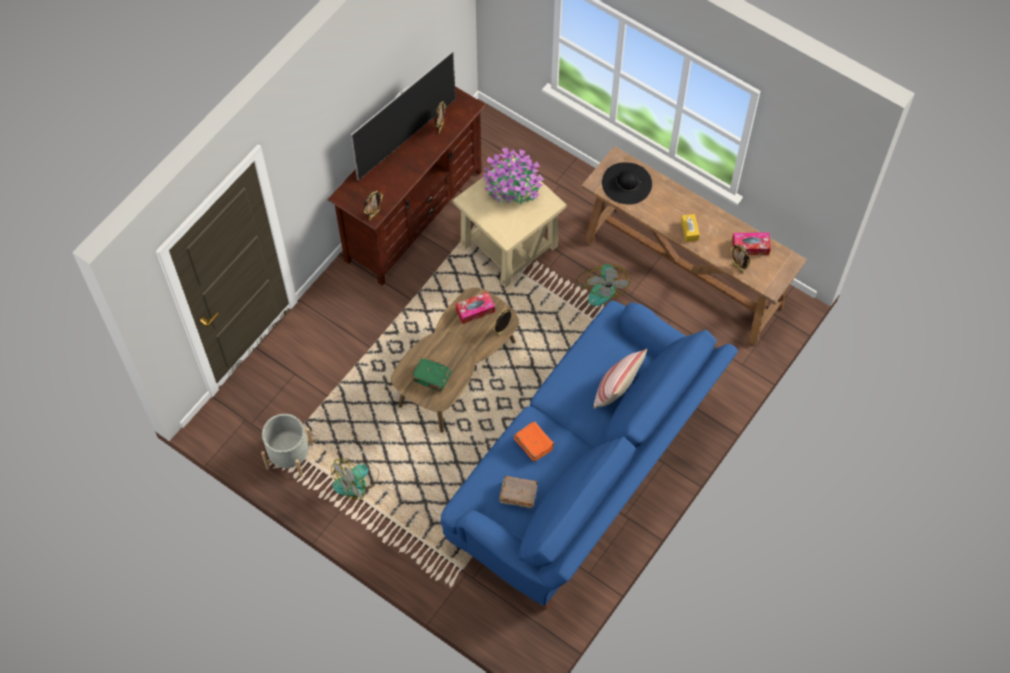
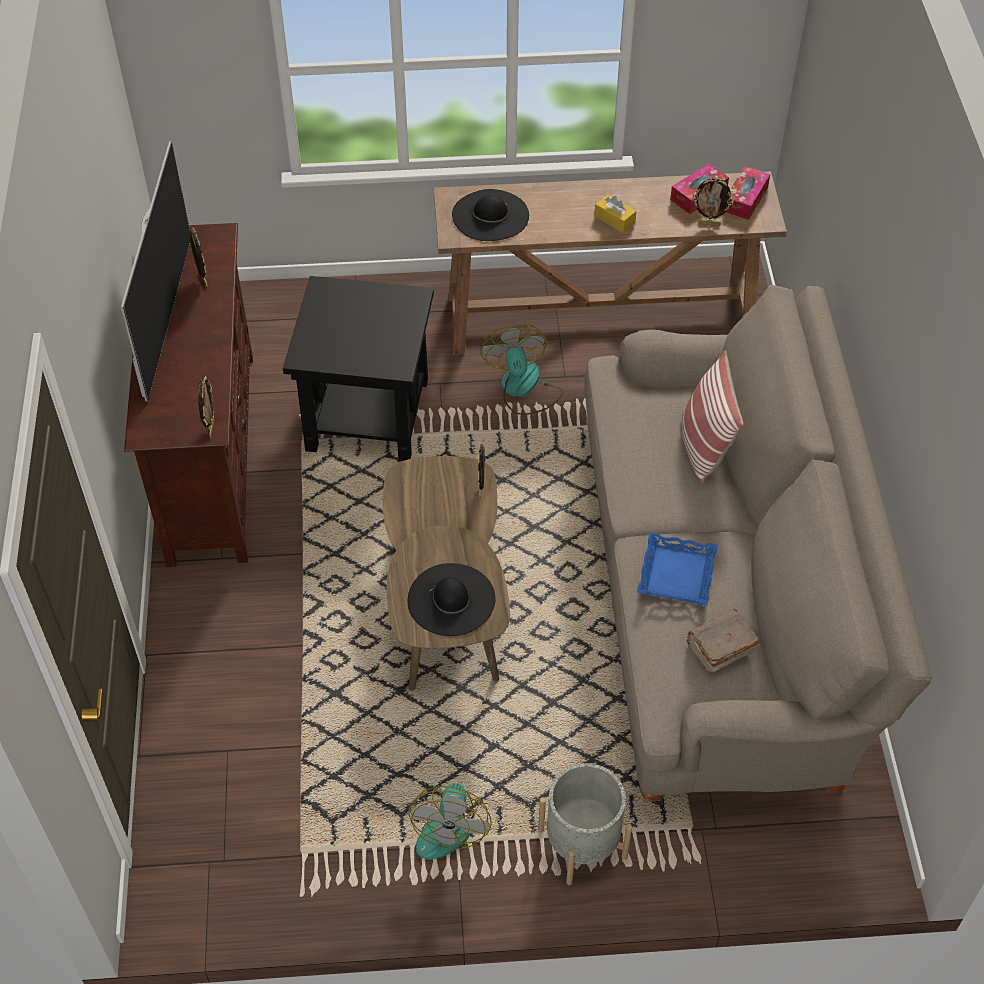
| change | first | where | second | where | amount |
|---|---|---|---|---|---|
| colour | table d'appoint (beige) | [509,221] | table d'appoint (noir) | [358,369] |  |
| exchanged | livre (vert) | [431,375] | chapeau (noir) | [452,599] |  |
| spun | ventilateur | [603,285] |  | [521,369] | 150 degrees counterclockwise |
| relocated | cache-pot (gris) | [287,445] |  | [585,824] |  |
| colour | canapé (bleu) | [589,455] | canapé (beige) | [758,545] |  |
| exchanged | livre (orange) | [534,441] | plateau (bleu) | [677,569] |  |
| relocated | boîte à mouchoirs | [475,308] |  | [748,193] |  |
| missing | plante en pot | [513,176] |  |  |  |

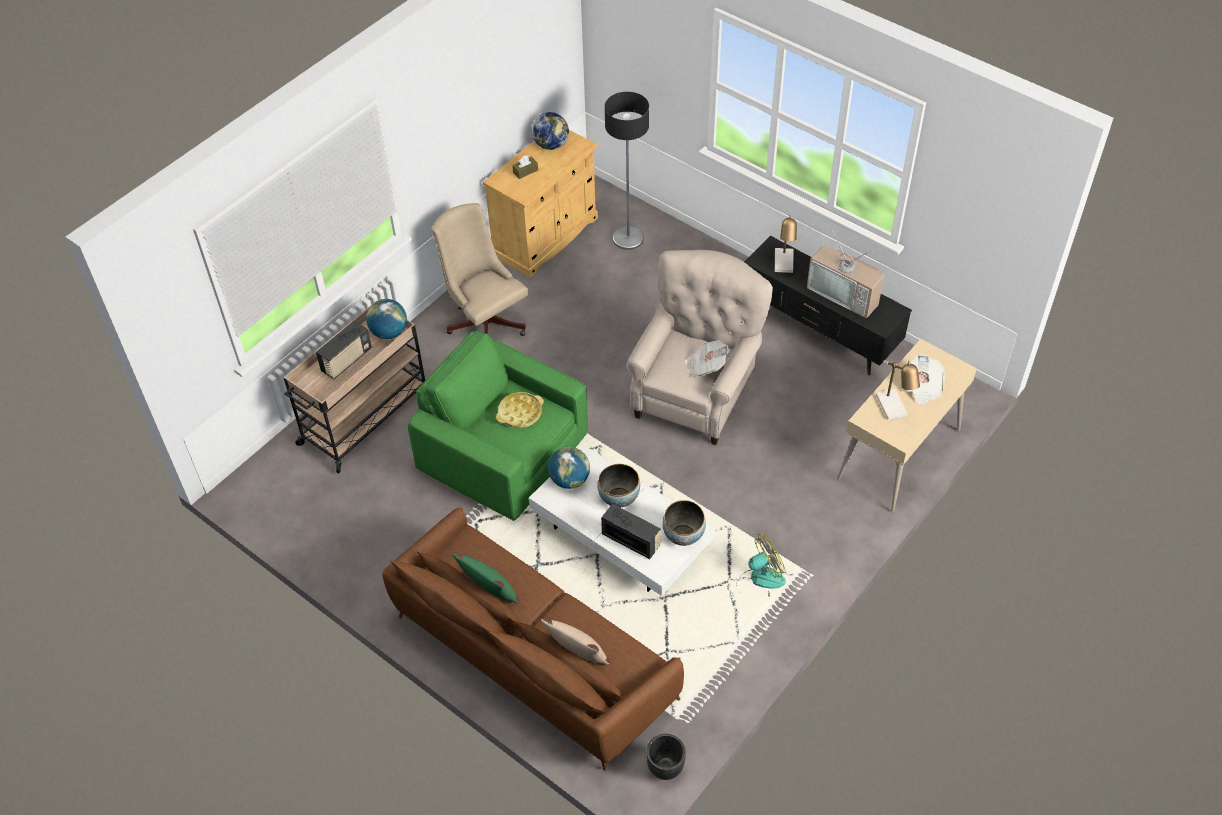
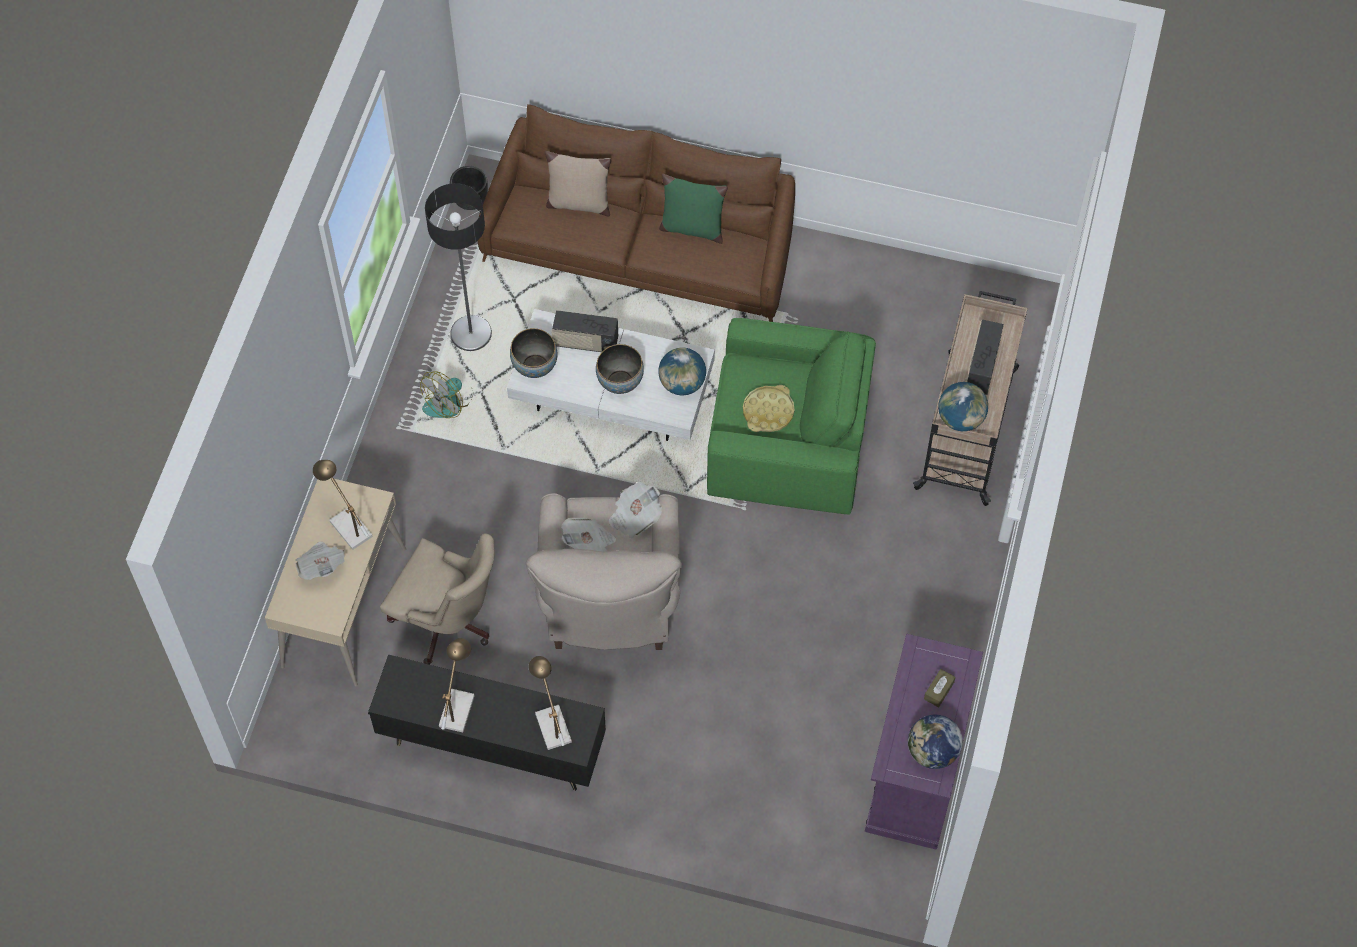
| change | first | where | second | where | amount |
|---|---|---|---|---|---|
| relocated | chaise de bureau (beige) | [479,269] |  | [437,599] |  |
| relocated | lampadaire | [627,171] |  | [458,267] |  |
| exchanged | téléviseur | [845,274] | lampe de table | [457,685] |  |
| appeared |  |  | journal | [635,510] |  |
| colour | meuble de rangement (beige) | [540,203] | meuble de rangement (violet) | [924,742] |  |

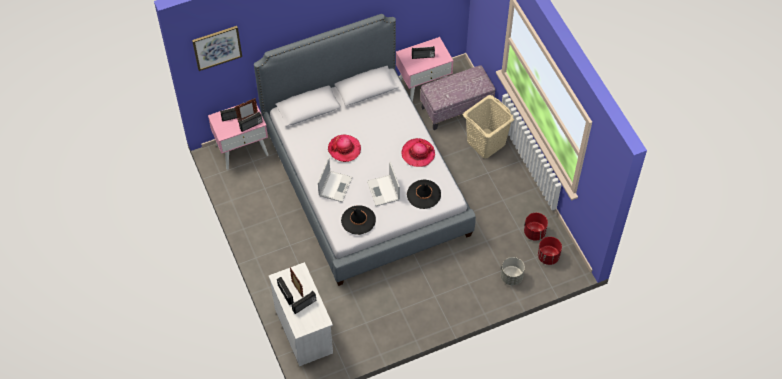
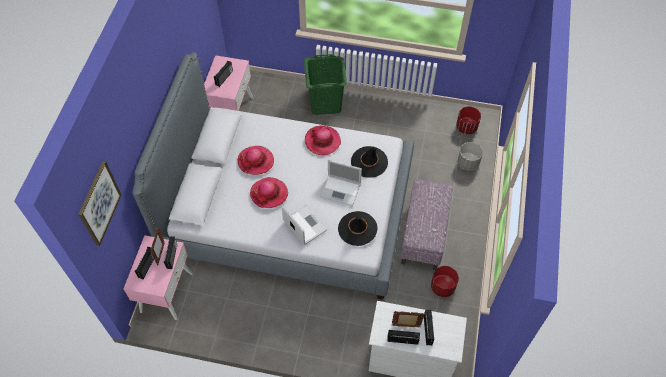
| change | first | where | second | where | amount |
|---|---|---|---|---|---|
| appeared |  |  | chapeau | [255,160] |  |
| colour | panier à linge (beige) | [488,127] | panier à linge (vert) | [325,84] |  |
| relocated | pouf | [457,97] |  | [427,224] |  |
| relocated | cache-pot (rouge) | [536,227] |  | [445,281] |  |

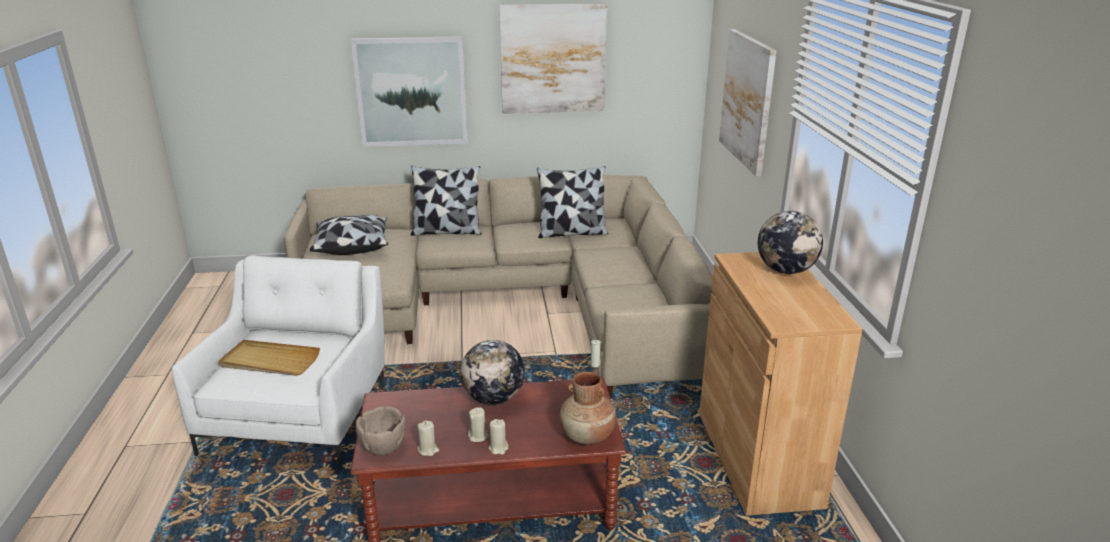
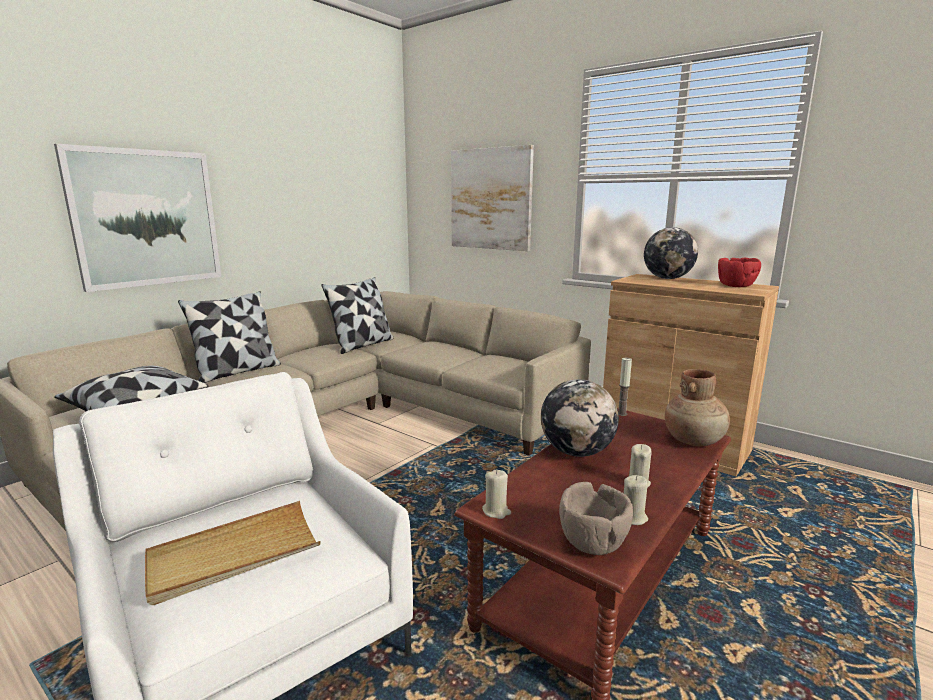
| change | first | where | second | where | amount |
|---|---|---|---|---|---|
| relocated | bougie (beige) | [499,437] |  | [496,494] |  |
| appeared |  |  | bol (rouge) | [739,272] |  |
| missing | tableau | [553,58] |  |  |  |

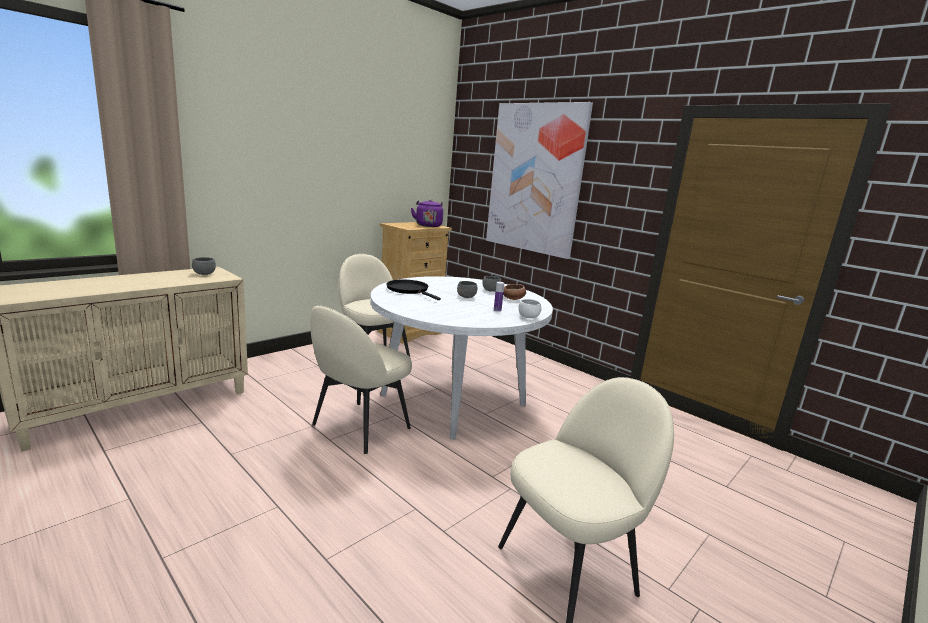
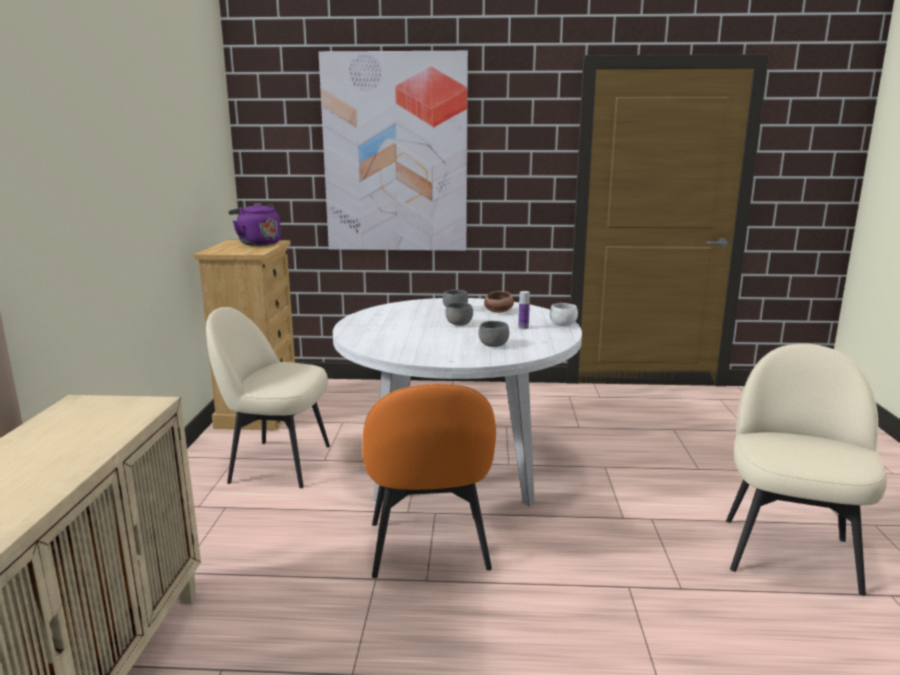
| change | first | where | second | where | amount |
|---|---|---|---|---|---|
| colour | chaise (beige) | [361,379] | chaise (orange) | [429,481] |  |
| relocated | bol (gris) | [204,266] |  | [493,334] |  |
| missing | poêle (noir) | [413,290] |  |  |  |

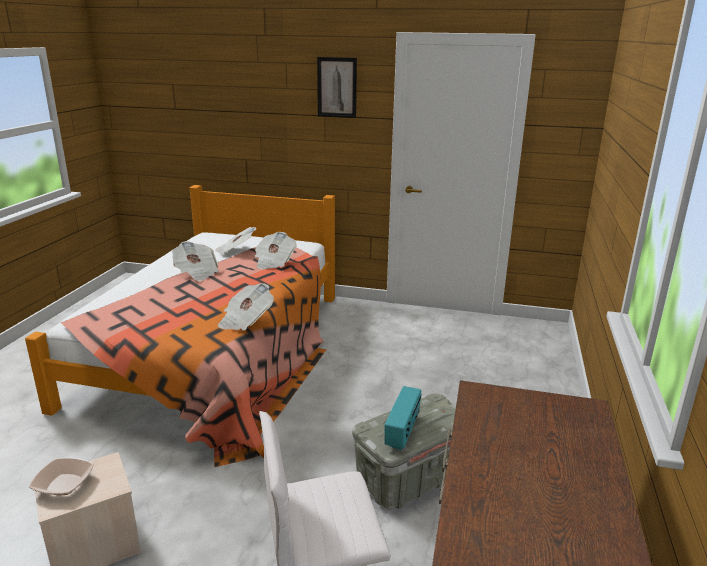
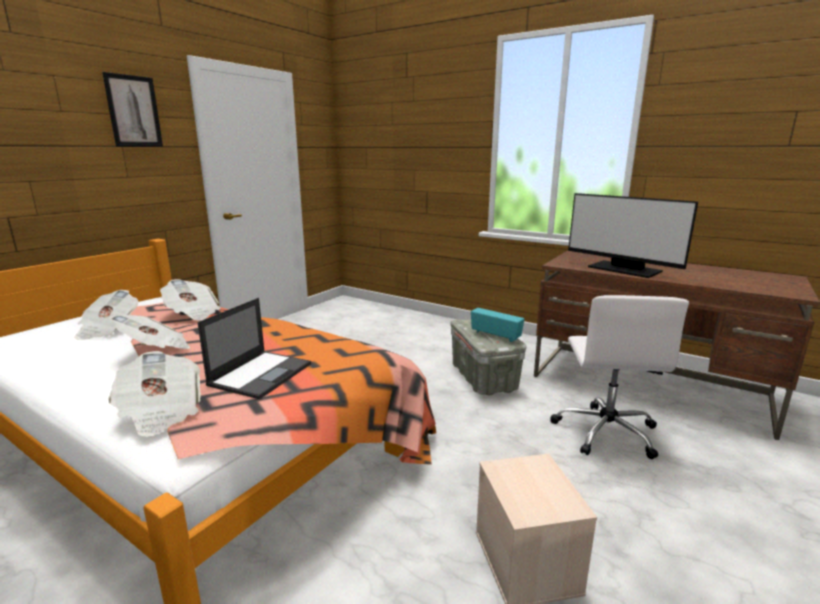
| change | first | where | second | where | amount |
|---|---|---|---|---|---|
| relocated | journal | [246,307] |  | [154,394] |  |
| appeared |  |  | ordinateur portable | [254,348] |  |
| appeared |  |  | écran d'ordinateur | [633,235] |  |
| missing | bol | [61,476] |  |  |  |

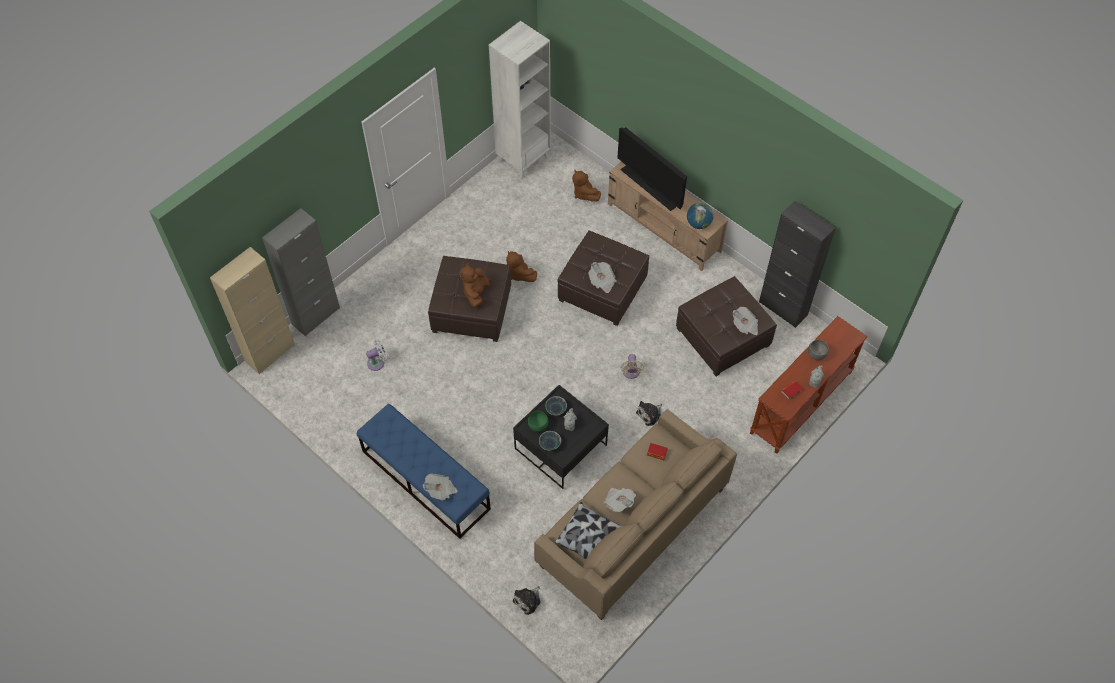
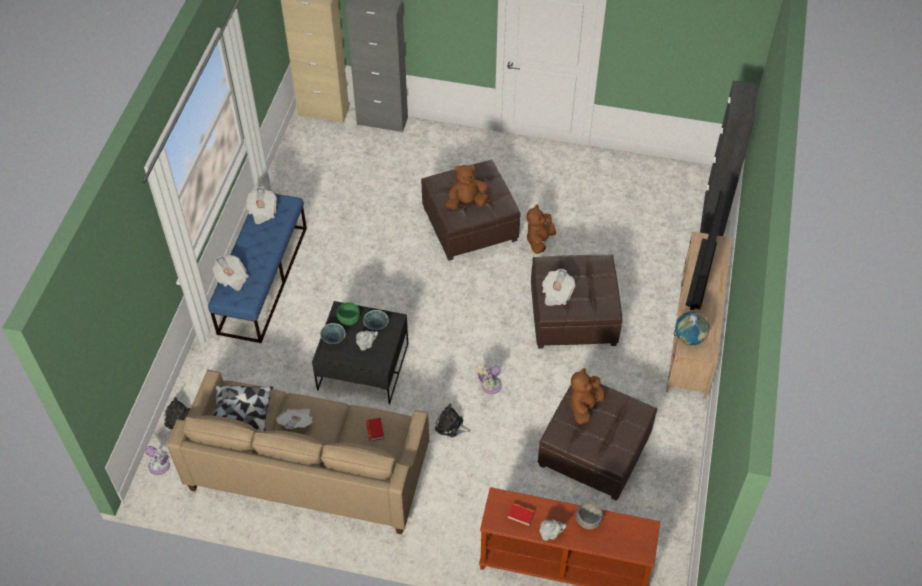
| change | first | where | second | where | amount |
|---|---|---|---|---|---|
| relocated | ventilateur (blanc) | [376,355] |  | [158,459] |  |
| relocated | journal | [745,321] |  | [261,205] |  |
| relocated | peluche (marron) | [586,186] |  | [587,396] |  |
| relocated | meuble de rangement (noir) | [797,264] |  | [729,158] |  |
| missing | bibliothèque (blanc) | [520,100] |  |  |  |

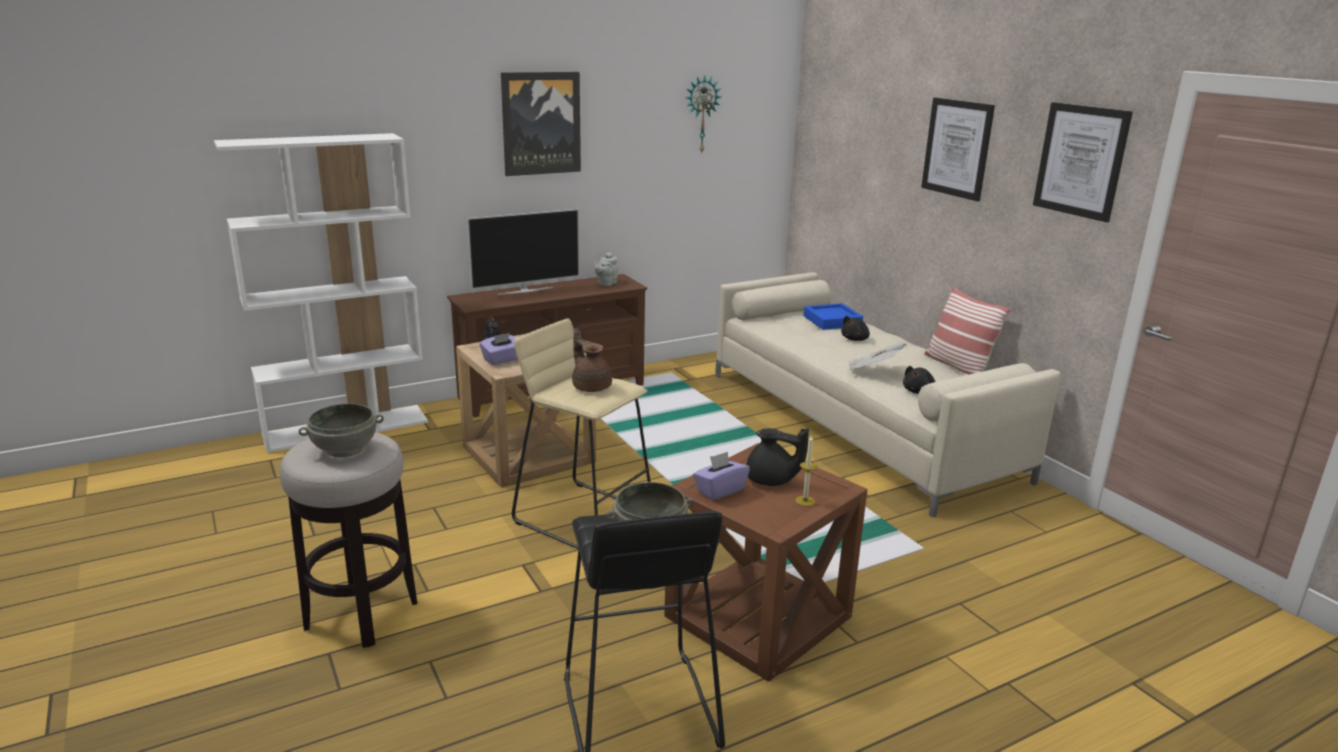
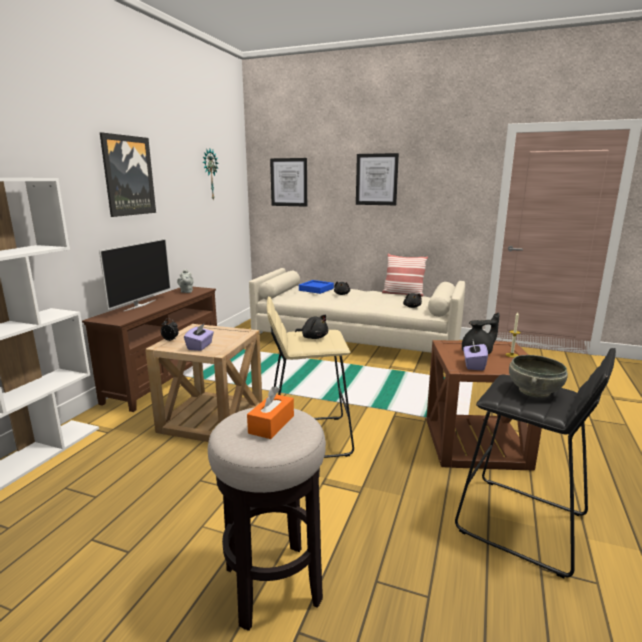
| change | first | where | second | where | amount |
|---|---|---|---|---|---|
| exchanged | bol (gris) | [341,430] | boîte à mouchoirs (orange) | [270,412] |  |
| relocated | tableau | [1083,162] |  | [288,182] |  |
| exchanged | théière (marron) | [592,360] | peluche (noir) | [311,327] |  |
| missing | journal | [878,356] |  |  |  |

